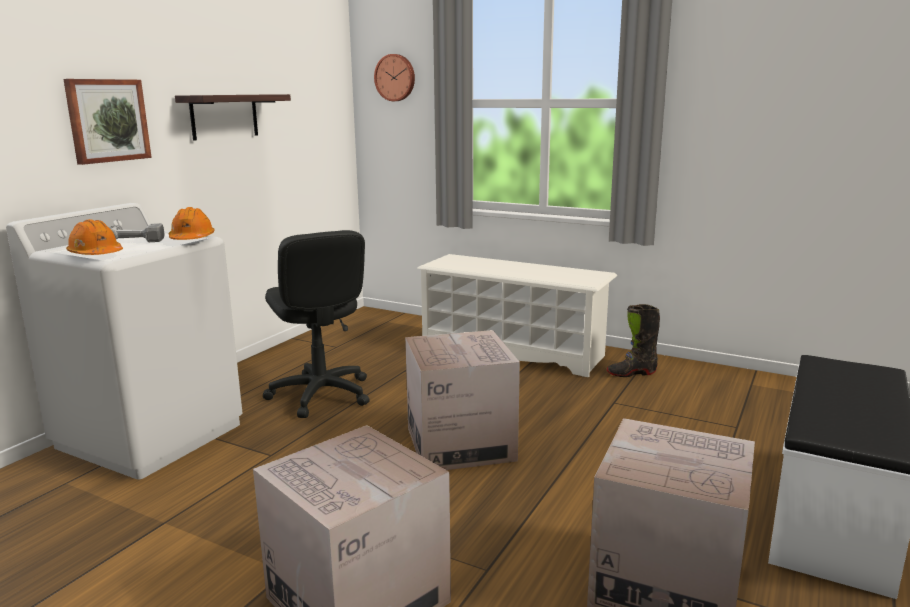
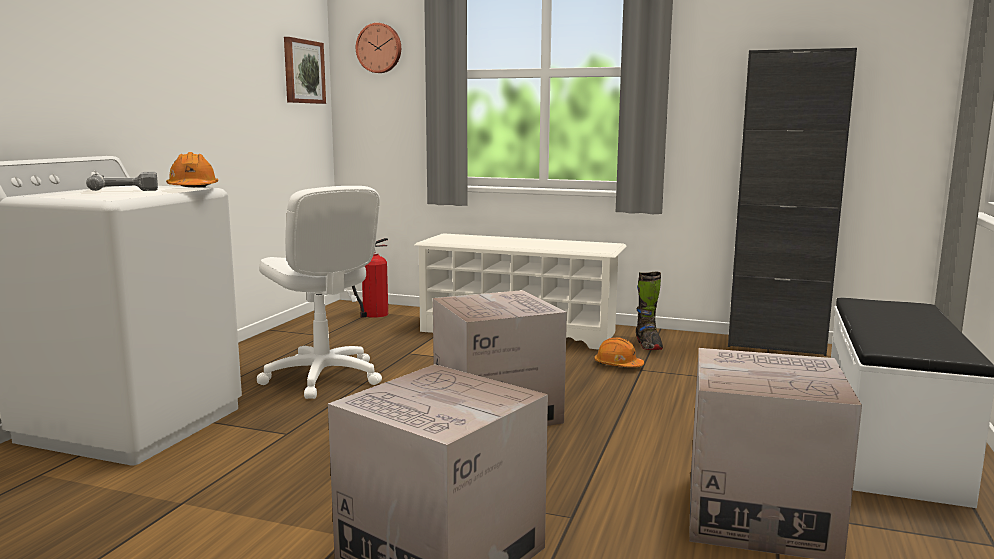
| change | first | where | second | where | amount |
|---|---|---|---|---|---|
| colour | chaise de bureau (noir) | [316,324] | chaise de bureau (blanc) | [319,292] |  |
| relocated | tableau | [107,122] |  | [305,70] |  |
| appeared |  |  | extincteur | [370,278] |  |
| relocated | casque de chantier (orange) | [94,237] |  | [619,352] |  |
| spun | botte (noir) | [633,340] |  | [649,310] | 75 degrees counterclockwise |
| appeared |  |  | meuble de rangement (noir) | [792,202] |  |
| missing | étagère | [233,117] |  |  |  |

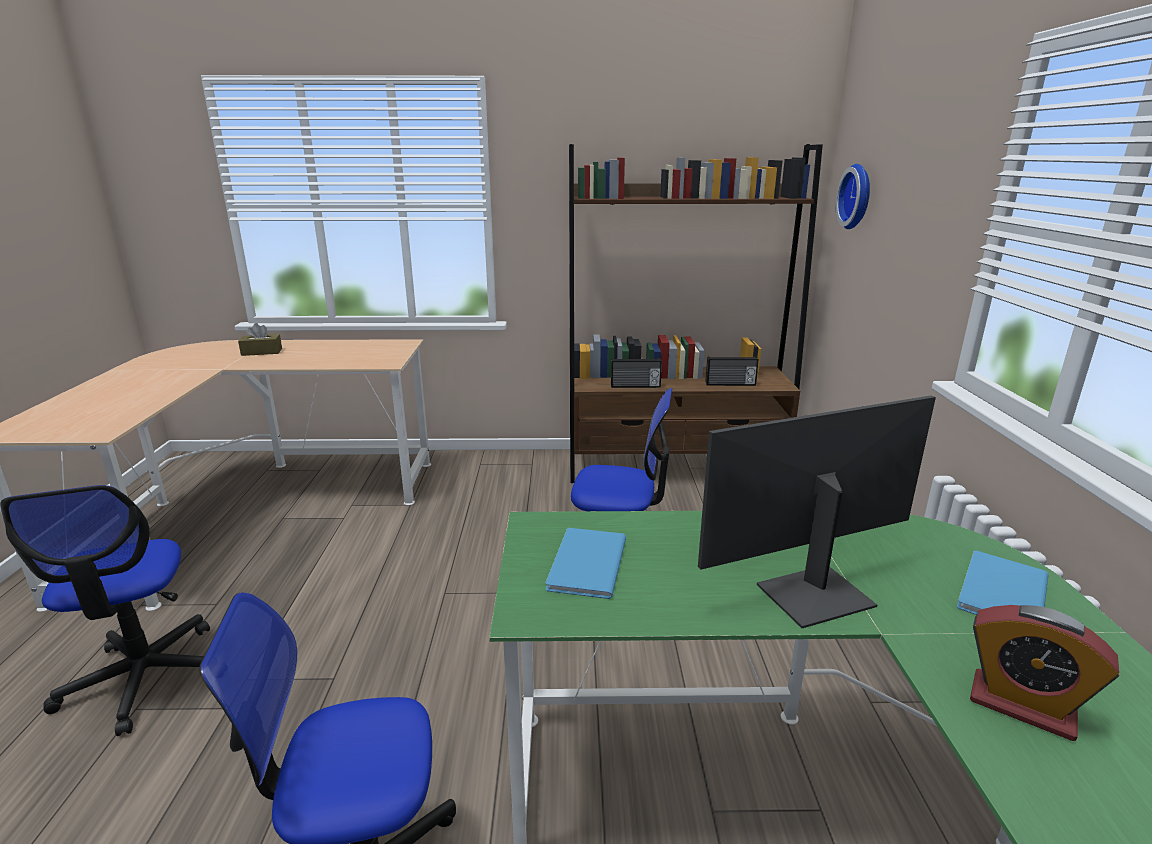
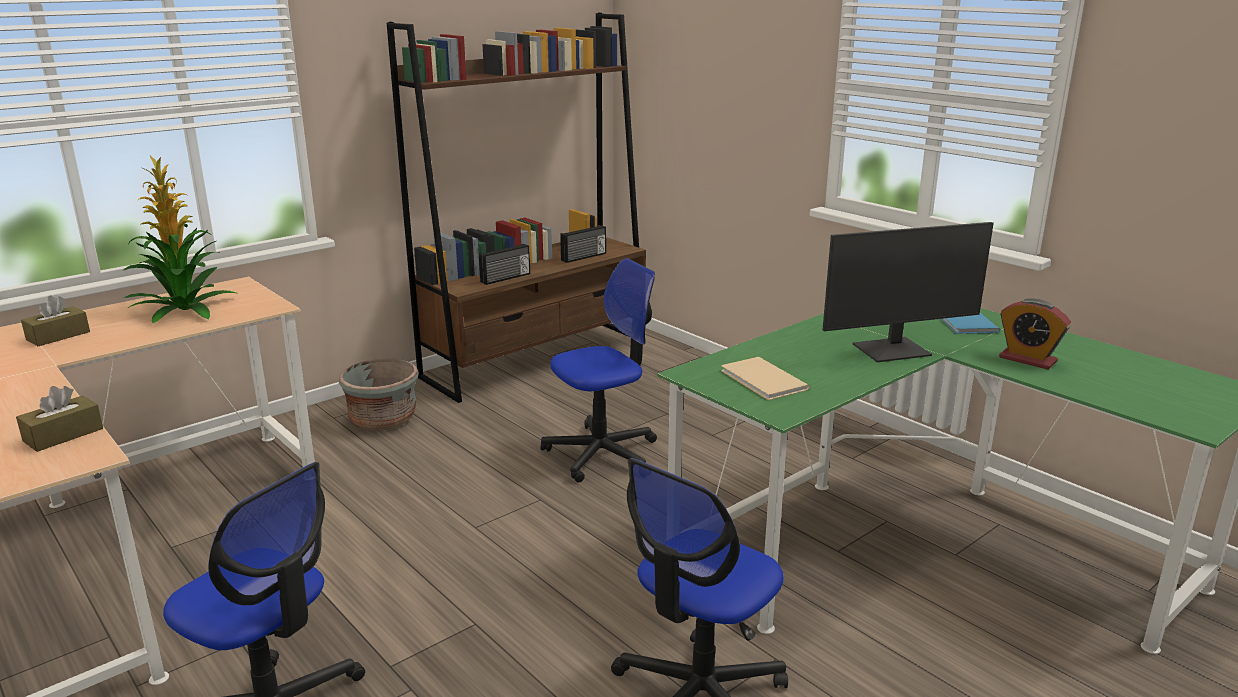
| change | first | where | second | where | amount |
|---|---|---|---|---|---|
| appeared |  |  | boîte à mouchoirs (marron) | [59,419] |  |
| appeared |  |  | plante en pot | [180,239] |  |
| appeared |  |  | cache-pot (gris) | [379,394] |  |
| colour | livre (bleu) | [585,563] | livre (beige) | [765,378] |  |
| spun | écran d'ordinateur | [817,511] |  | [908,292] | 135 degrees counterclockwise |
| spun | réveil | [1044,673] |  | [1035,334] | 45 degrees clockwise |
| missing | horloge murale | [853,196] |  |  |  |

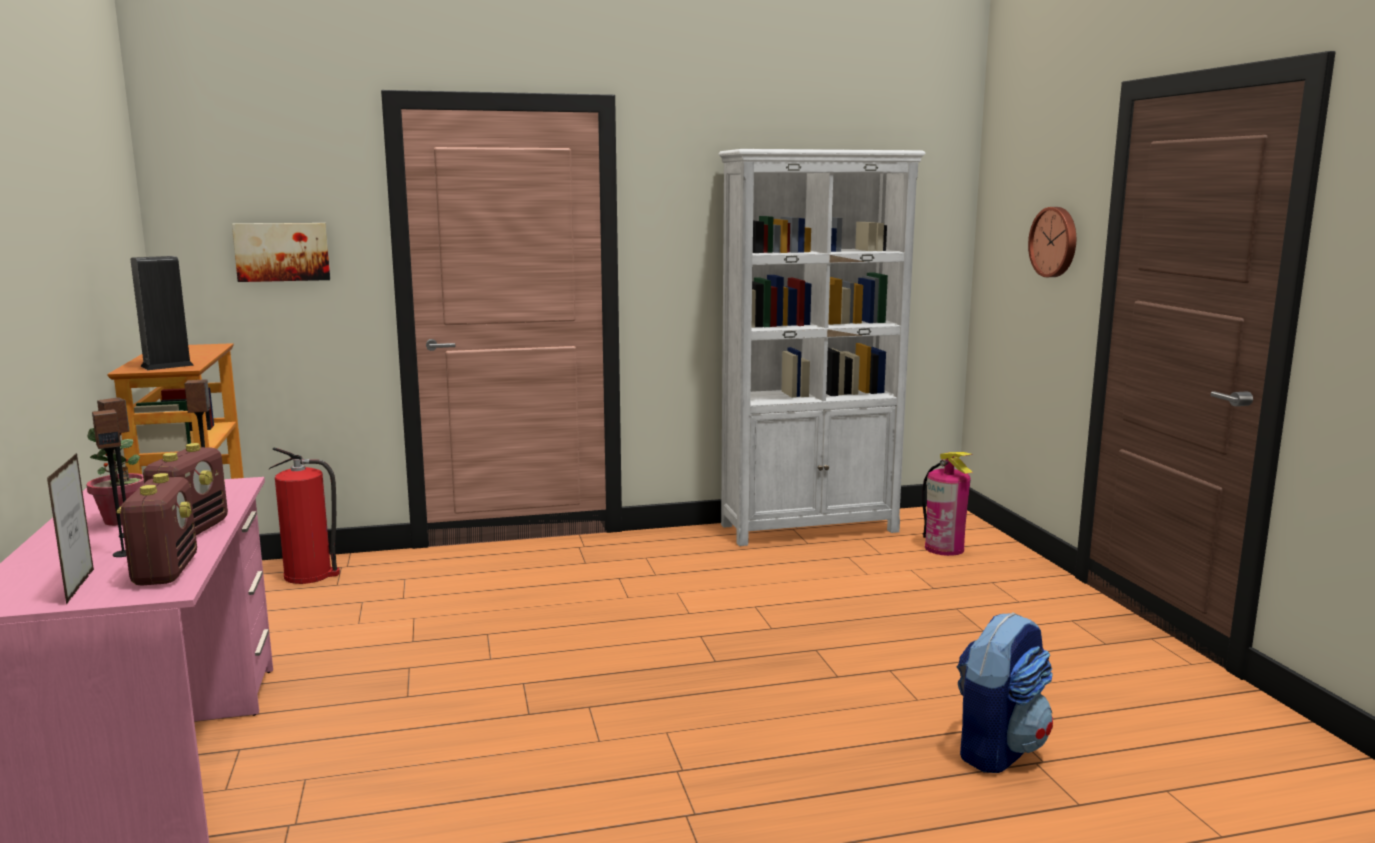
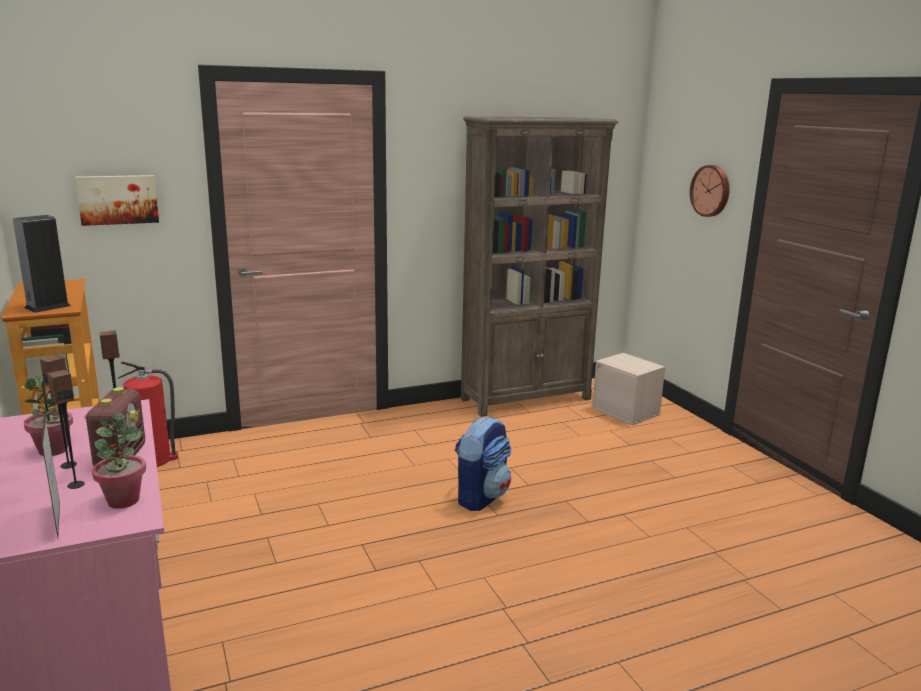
| change | first | where | second | where | amount |
|---|---|---|---|---|---|
| exchanged | radio | [156,529] | plante en pot | [119,461] |  |
| relocated | sac à dos | [1005,692] |  | [483,463] |  |
| colour | bibliothèque (blanc) | [822,347] | bibliothèque (marron) | [539,266] |  |
| exchanged | extincteur | [947,504] | boîte de rangement (beige) | [629,389] |  |

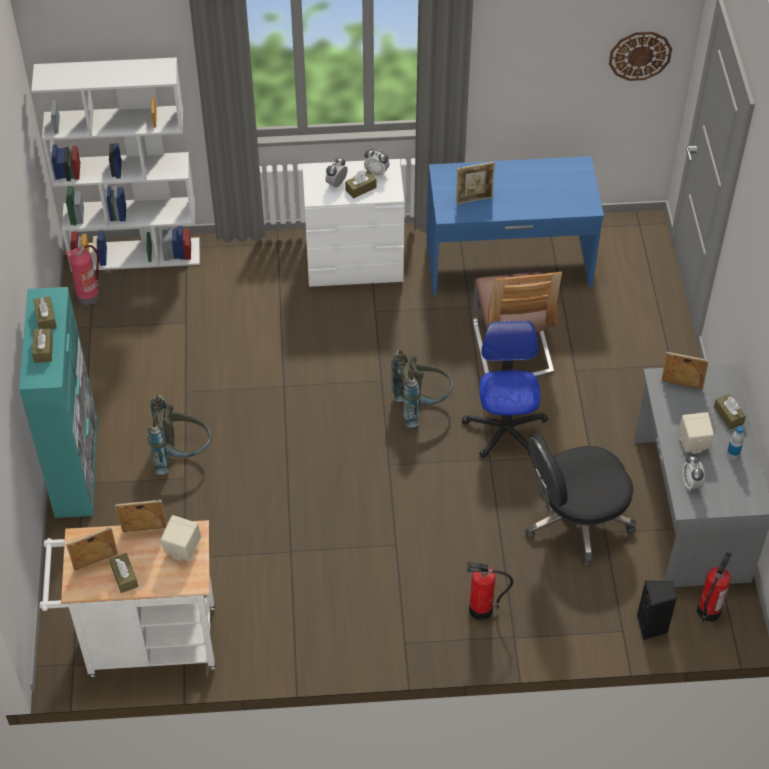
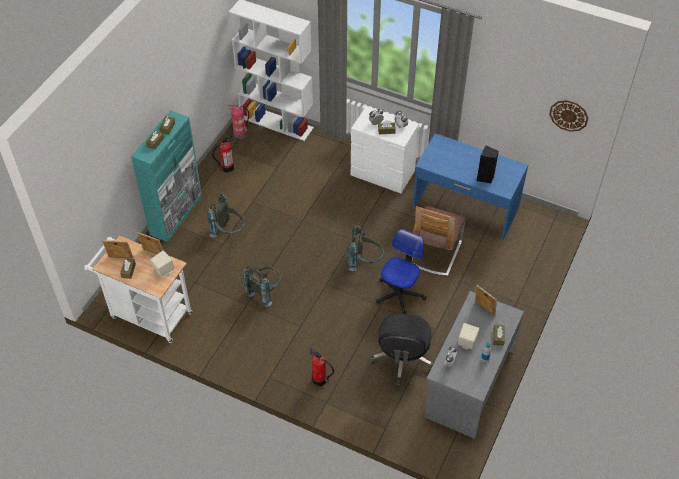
| change | first | where | second | where | amount |
|---|---|---|---|---|---|
| relocated | extincteur | [714,587] |  | [223,154] |  |
| appeared |  |  | sac à dos (gris) | [262,286] |  |
| spun | chaise de bureau (noir) | [580,500] |  | [402,350] | 90 degrees counterclockwise |
| relocated | enceinte (noir) | [657,610] |  | [488,164] |  |
| missing | cadre photo | [475,183] |  |  |  |

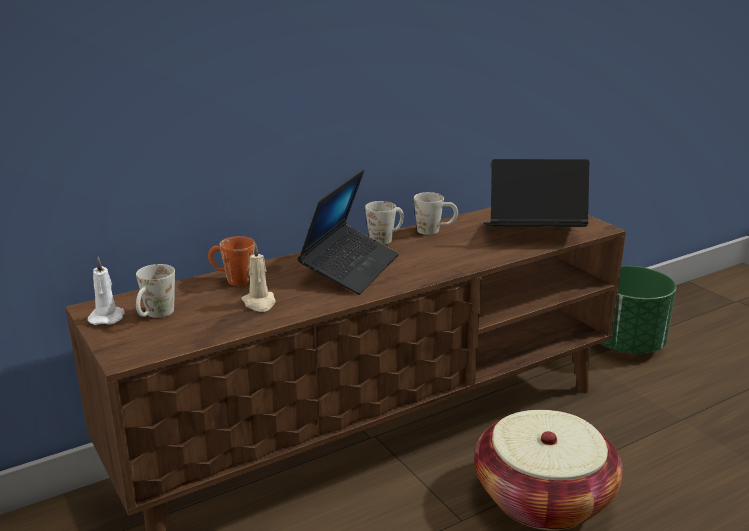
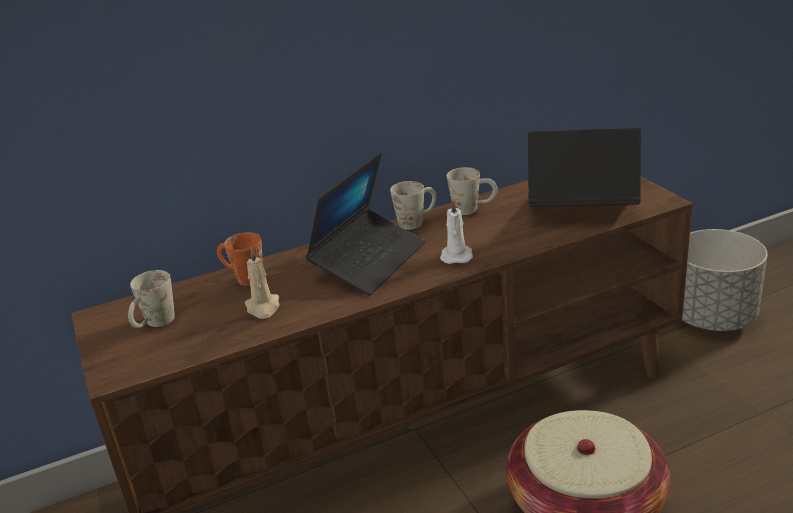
| change | first | where | second | where | amount |
|---|---|---|---|---|---|
| relocated | bougie (blanc) | [106,291] |  | [456,231] |  |
| colour | cache-pot (vert) | [638,310] | cache-pot (gris) | [725,280] |  |

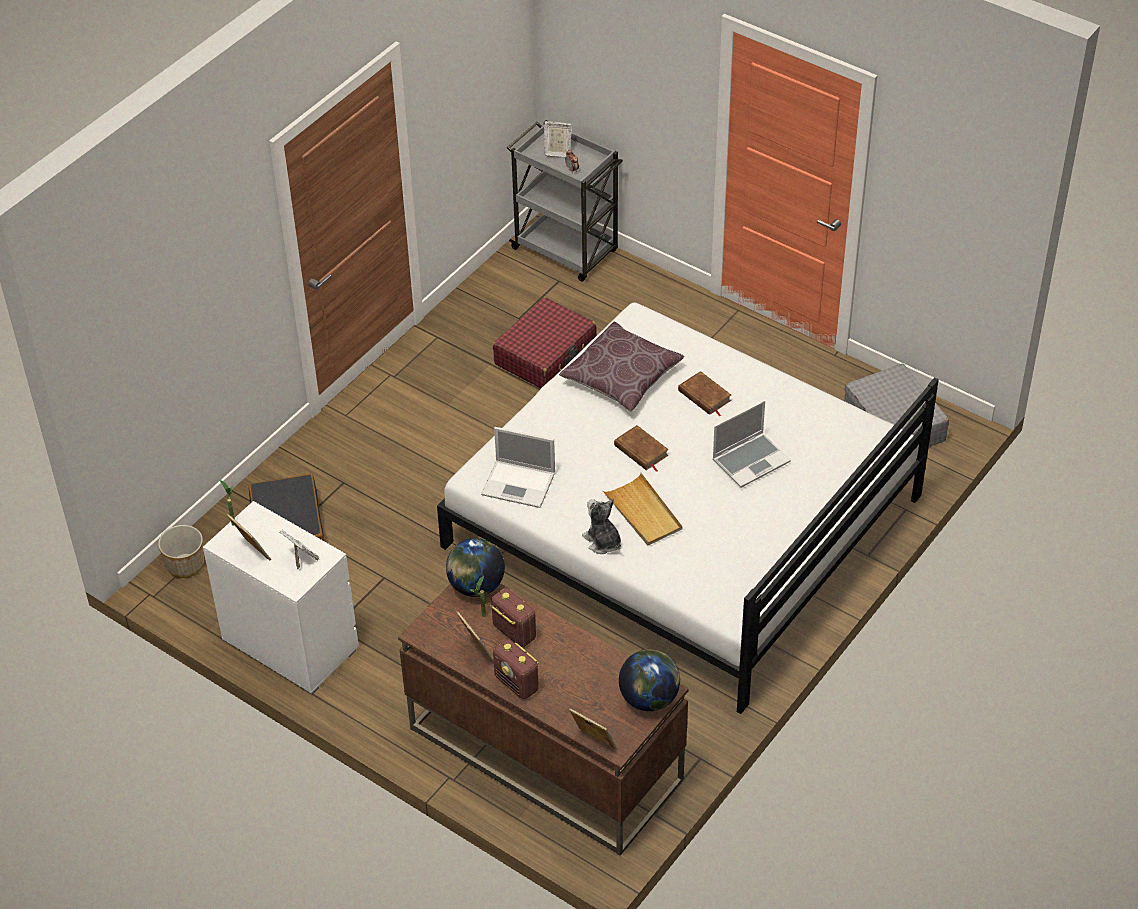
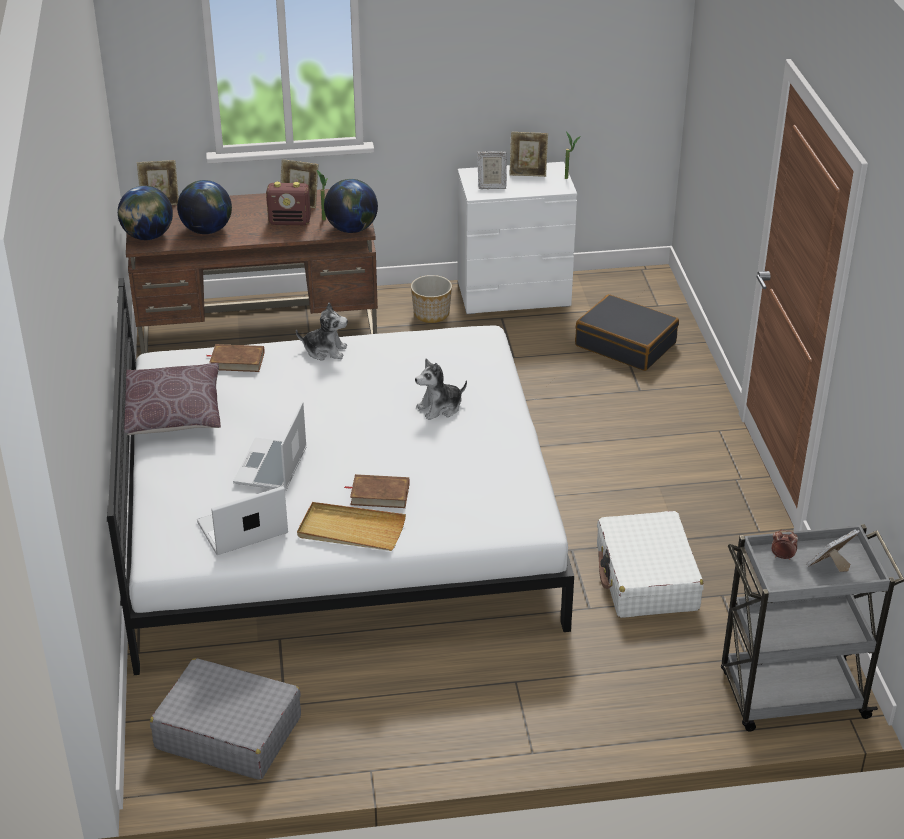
| change | first | where | second | where | amount |
|---|---|---|---|---|---|
| relocated | coussin (marron) | [621,366] |  | [172,399] |  |
| appeared |  |  | globe | [204,207] |  |
| relocated | ordinateur portable | [518,467] |  | [242,520] |  |
| relocated | livre (marron) | [641,448] |  | [236,358] |  |
| relocated | plateau (beige) | [642,509] |  | [351,526] |  |
| relocated | cache-pot | [181,551] |  | [431,299] |  |
| appeared |  |  | peluche | [441,389] |  |
| colour | valise (rouge) | [545,343] | valise (blanc) | [650,564] |  |
| missing | radio | [516,669] |  |  |  |

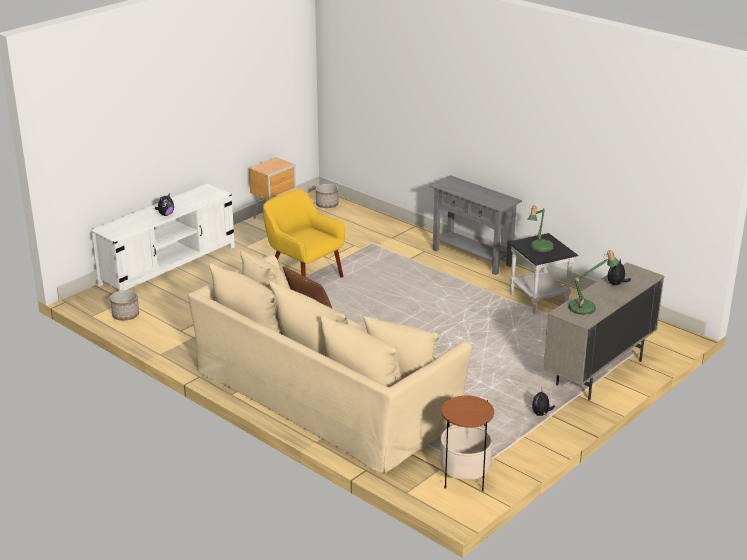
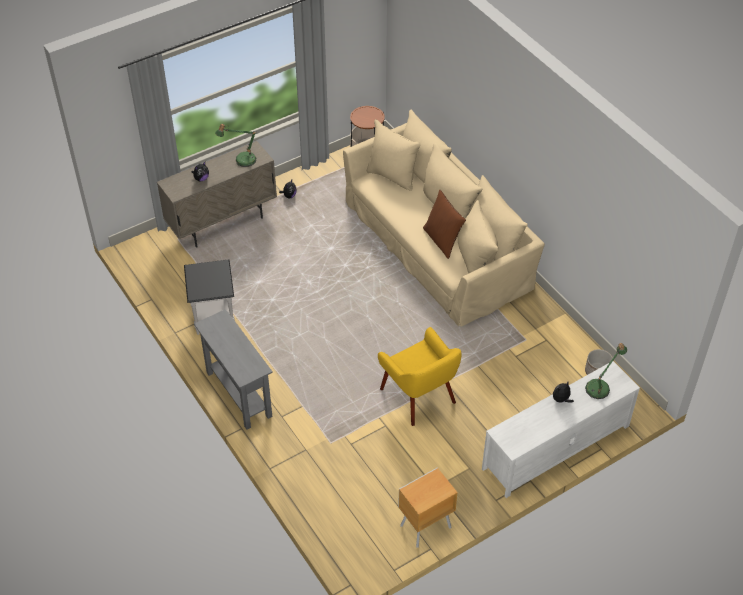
| change | first | where | second | where | amount |
|---|---|---|---|---|---|
| relocated | lampe de table | [541,229] |  | [606,371] |  |
| missing | cache-pot | [327,196] |  |  |  |

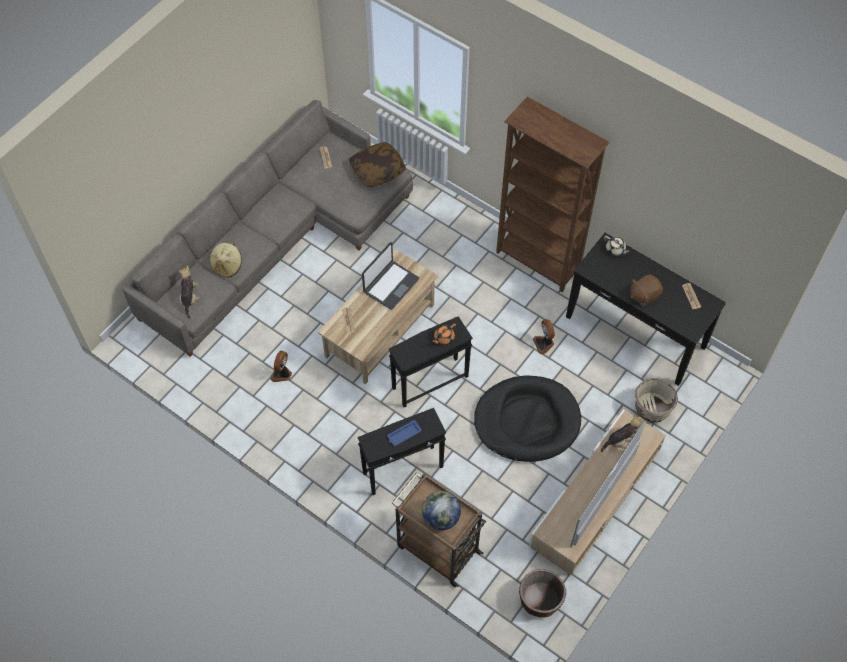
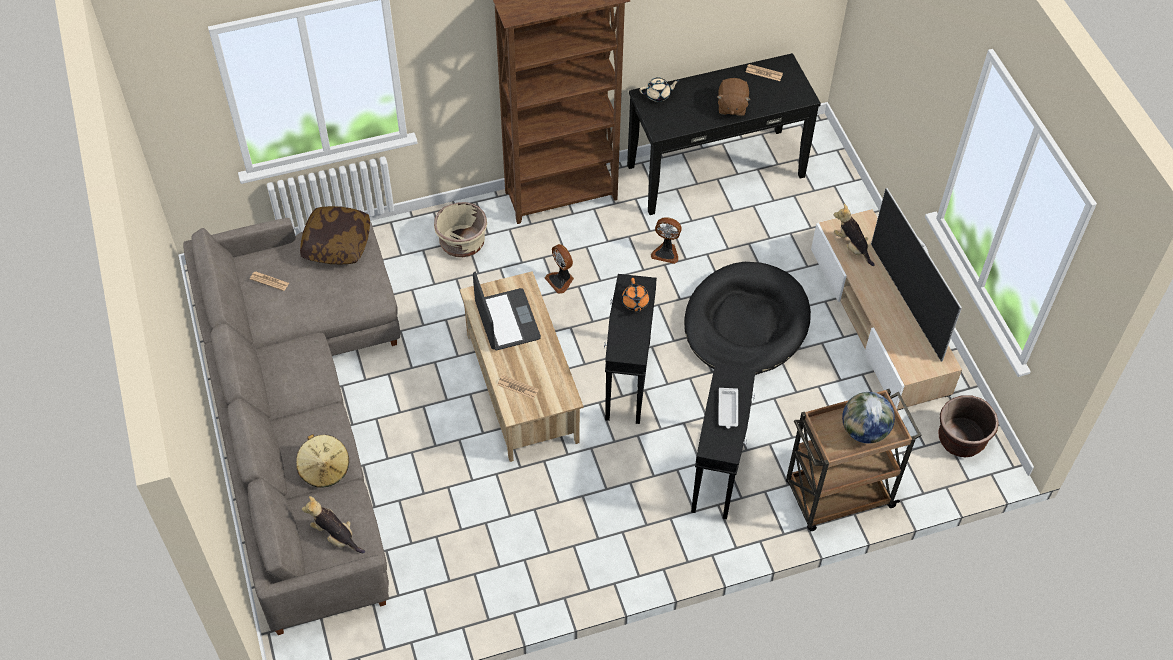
| change | first | where | second | where | amount |
|---|---|---|---|---|---|
| relocated | cache-pot (beige) | [656,400] |  | [460,229] |  |
| relocated | ventilateur | [281,366] |  | [559,269] |  |
| colour | plateau (bleu) | [404,433] | plateau (blanc) | [728,408] |  |
| spun | peluche | [622,433] |  | [854,235] | 45 degrees counterclockwise |

